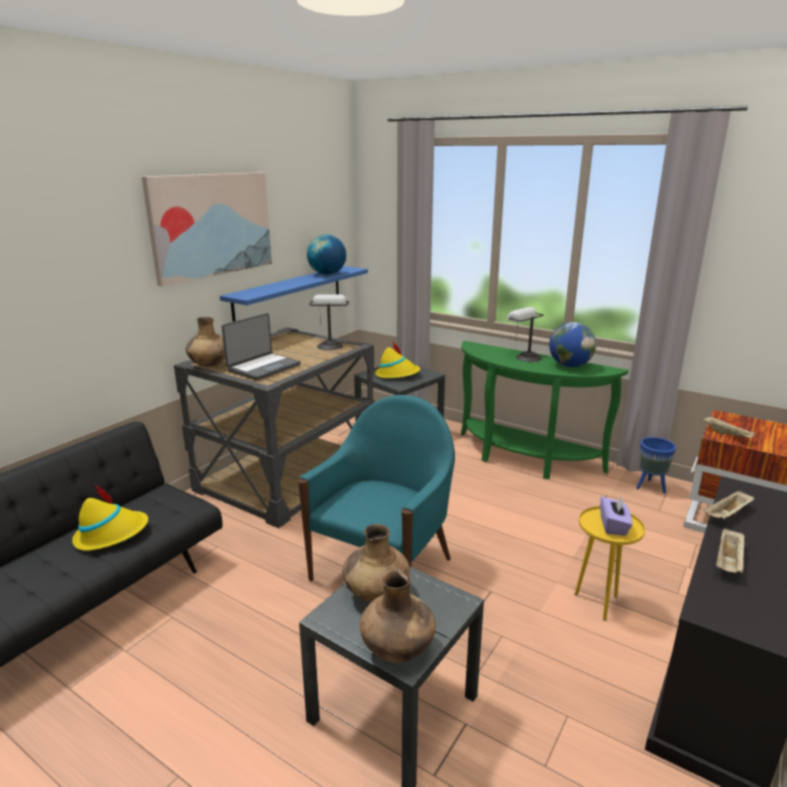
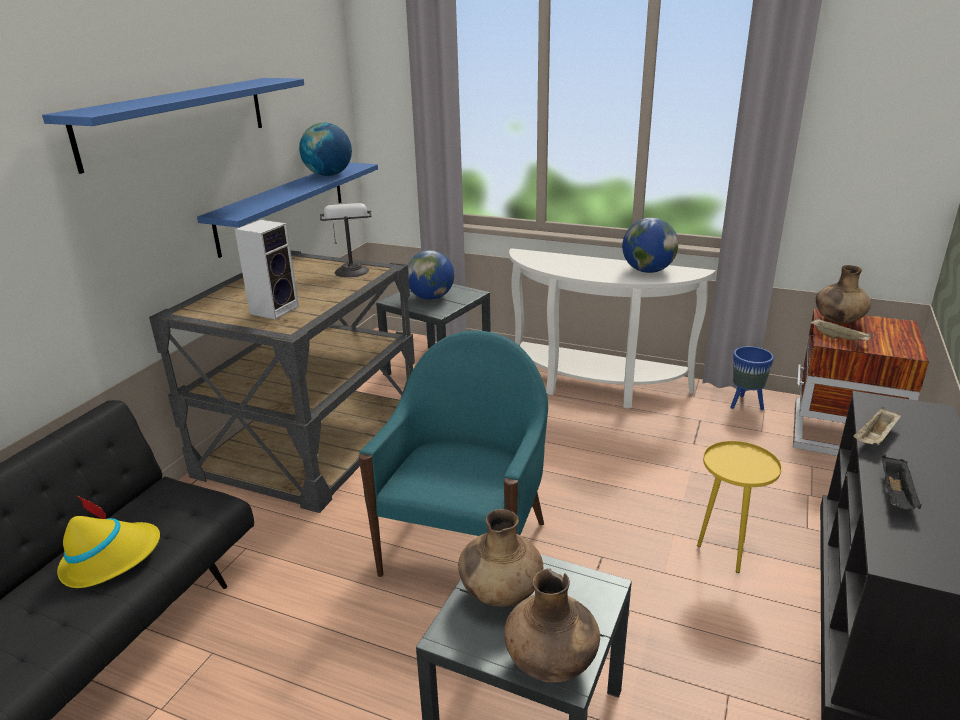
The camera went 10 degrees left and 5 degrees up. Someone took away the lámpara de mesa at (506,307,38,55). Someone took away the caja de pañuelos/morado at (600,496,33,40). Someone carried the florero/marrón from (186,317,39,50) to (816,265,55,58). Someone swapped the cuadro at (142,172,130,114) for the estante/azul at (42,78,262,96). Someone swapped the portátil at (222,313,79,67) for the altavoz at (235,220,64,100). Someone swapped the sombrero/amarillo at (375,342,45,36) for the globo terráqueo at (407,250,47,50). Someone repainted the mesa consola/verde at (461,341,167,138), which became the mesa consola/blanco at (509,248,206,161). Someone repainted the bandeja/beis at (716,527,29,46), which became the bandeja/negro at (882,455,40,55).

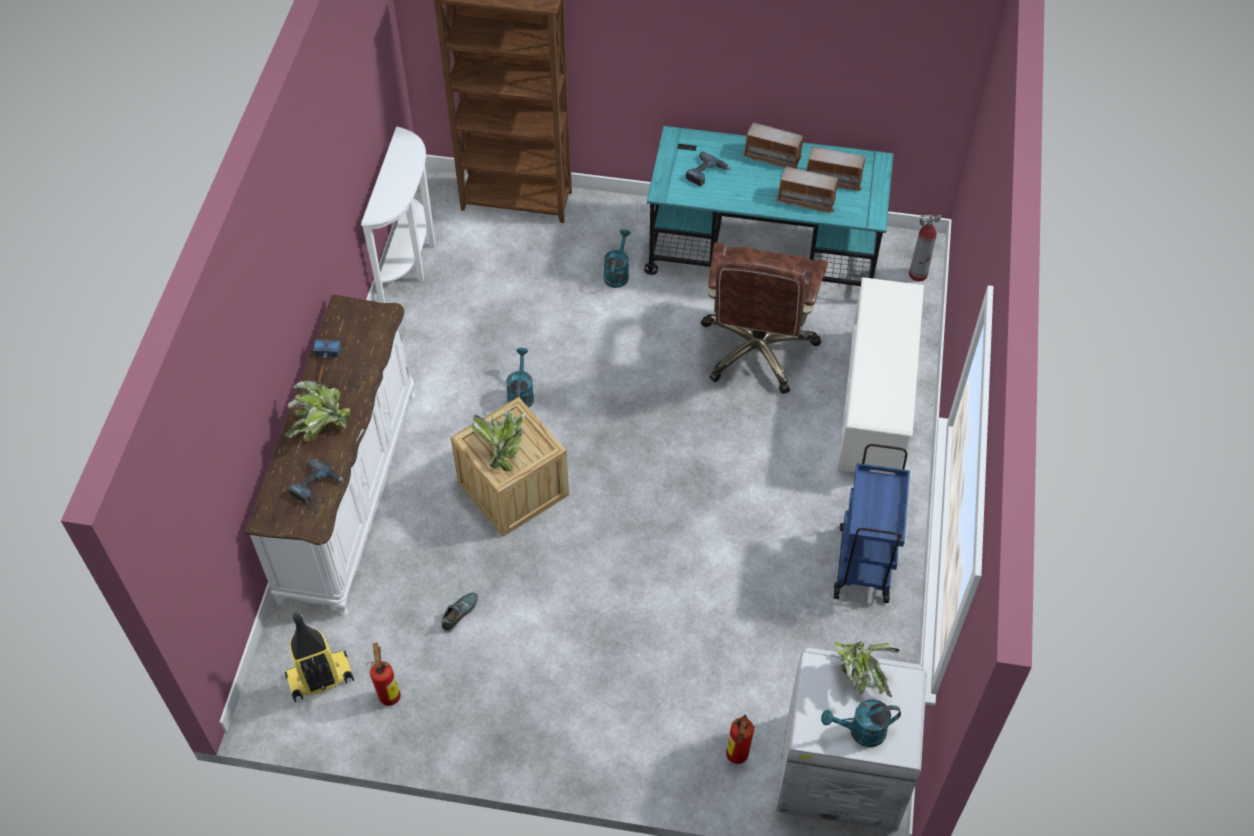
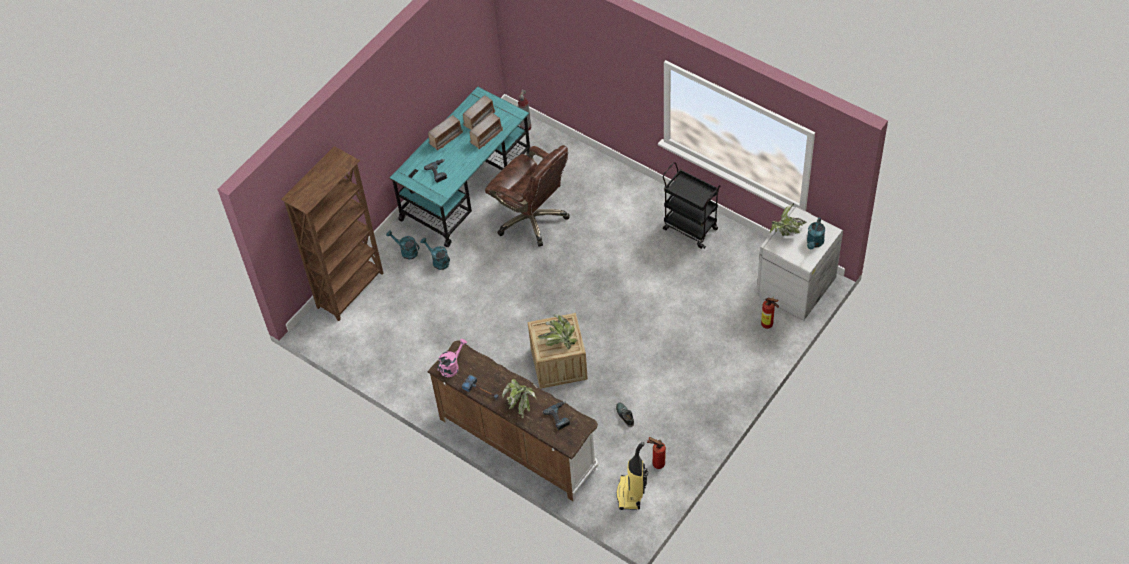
The camera went 60 degrees left and 0 degrees up. Someone took away the mesa consola/blanco at (361,126,75,177). Someone took away the zapatero/blanco at (837,277,87,198). Someone put down the regadera/rosa at (437,339,30,38). Someone carried the regadera/turquesa from (506,348,28,60) to (386,230,33,29). Someone repainted the carrito/azul at (833,444,77,159), which became the carrito/negro at (663,162,58,87).

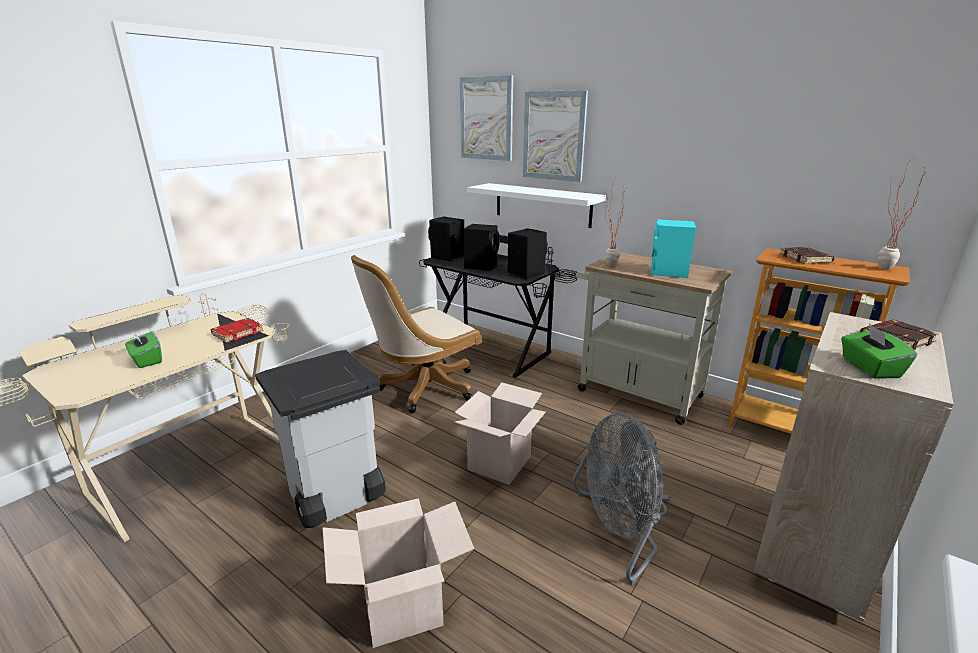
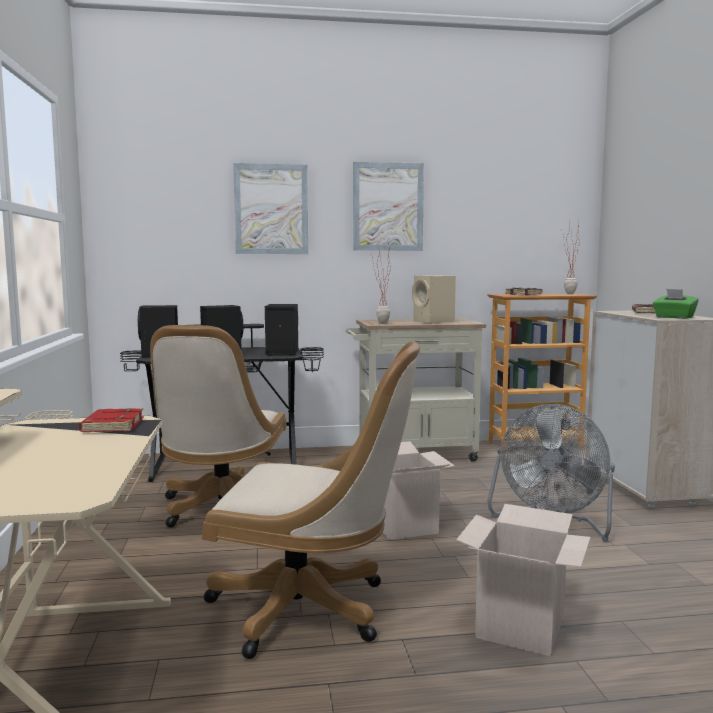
The camera went 45 degrees left and 15 degrees down. Someone took away the caja de pañuelos/verde at (125,330,37,38). Someone took away the estante/blanco at (467,183,139,45). Someone carried the cuadro from (460,75,53,86) to (353,162,71,89). Someone swapped the papelera/gris at (255,350,131,178) for the silla de oficina at (202,341,218,318). Someone repainted the altavoz/turquesa at (651,219,45,59), which became the altavoz/beis at (412,275,44,49).

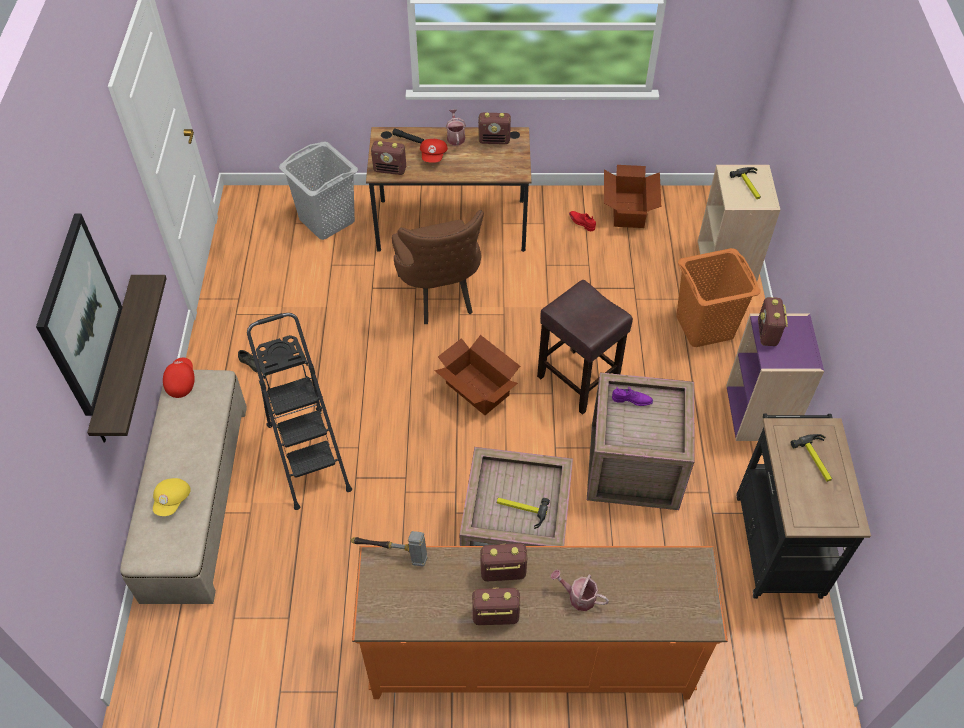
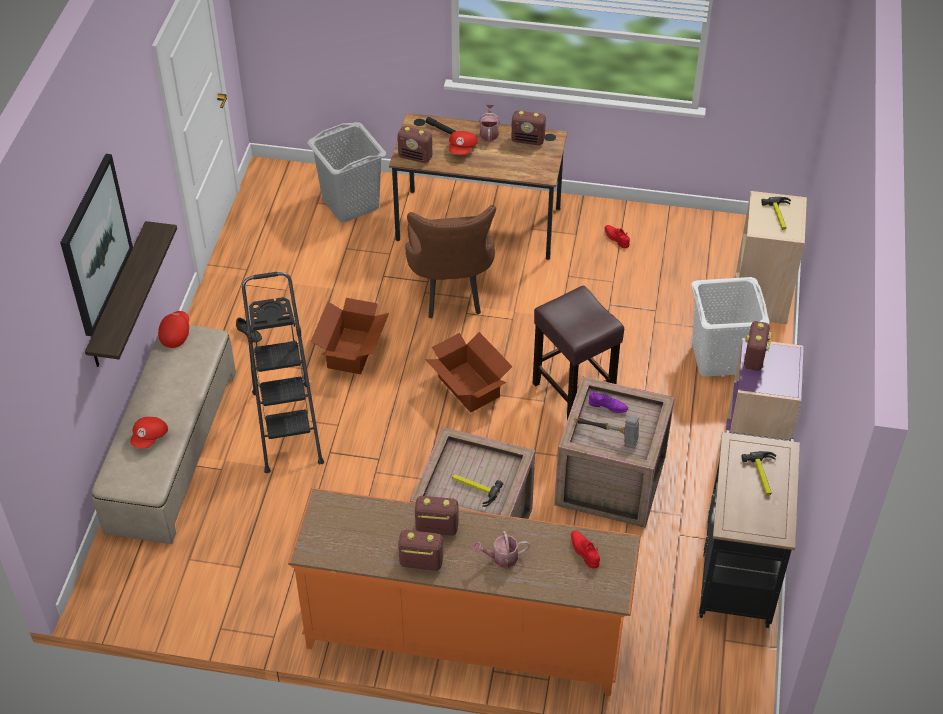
The camera went 10 degrees right and 5 degrees down. Someone put down the zapato/rojo at (571,531,29,37). Someone carried the martillo from (351,531,77,35) to (574,415,65,33). Someone carried the caja de cartón from (604,165,57,63) to (311,298,78,76). Someone repainted the gorra/amarillo at (153,478,38,38), which became the gorra/rojo at (130,417,38,32). Someone repainted the cesto de la ropa/naranja at (676,248,85,99), which became the cesto de la ropa/blanco at (691,277,79,100). Someone rotated the regadera at (551,569,58,42) by 45 degrees counterclockwise.

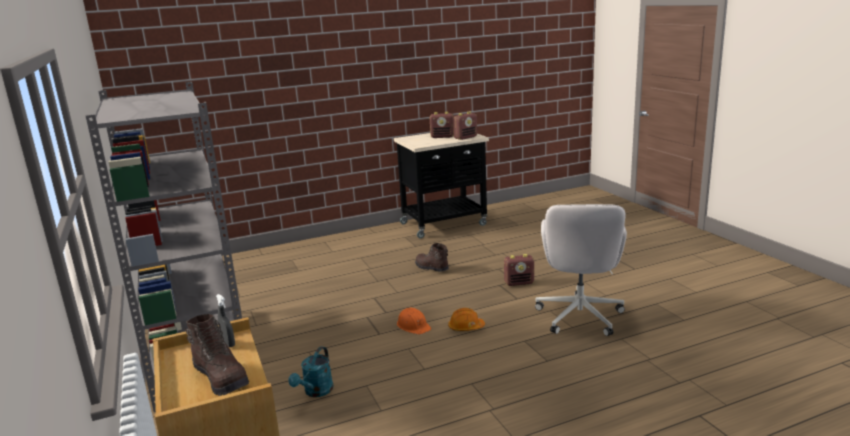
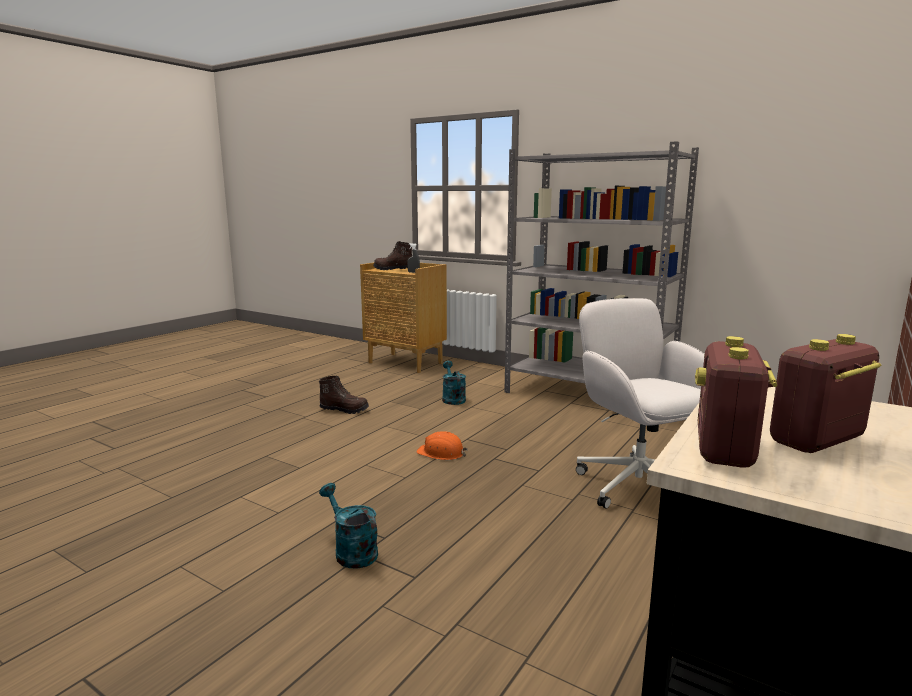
The camera went 145 degrees right and 5 degrees down. Someone took away the casco/naranja at (448,308,37,23). Someone carried the bota/marrón from (415,243,34,29) to (319,375,50,39). Someone carried the silla de oficina/blanco from (535,204,92,132) to (576,298,128,211). Someone swapped the radio at (504,254,30,32) for the regadera/turquesa at (319,483,59,86).

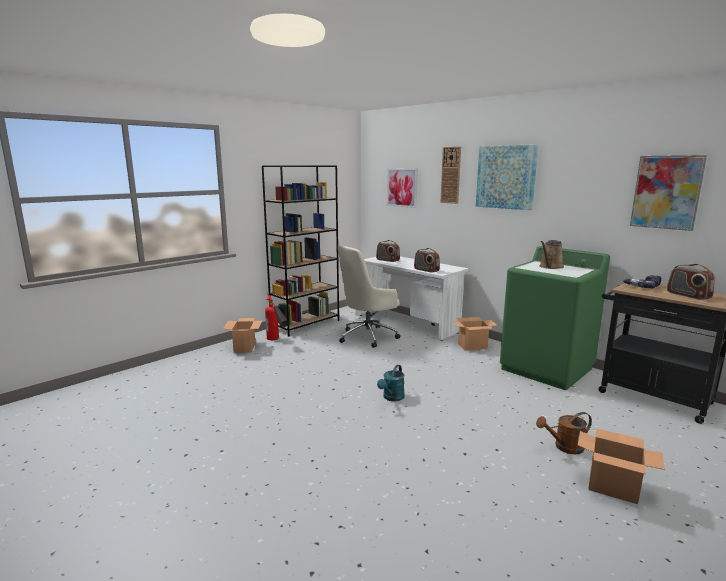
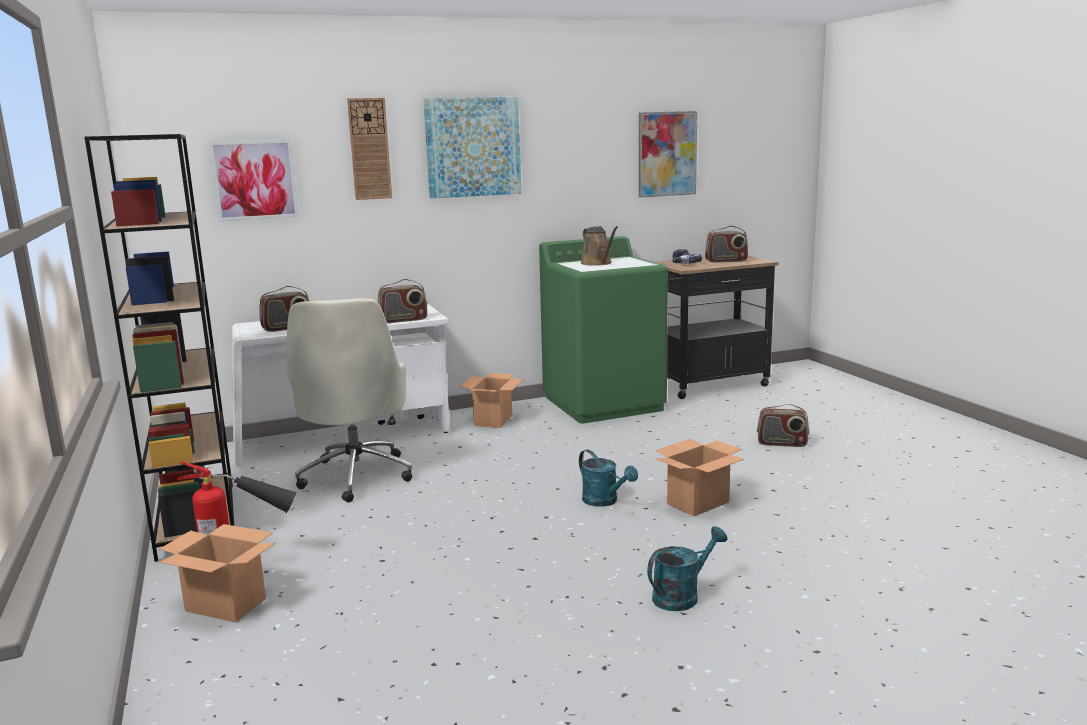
The camera went 65 degrees left and 0 degrees up. Someone put down the regadera/turquesa at (647,526,80,85). Someone carried the caja de cartón from (578,429,87,75) to (655,438,89,78). Someone swapped the regadera/marrón at (536,412,56,43) for the radio at (757,404,52,43).

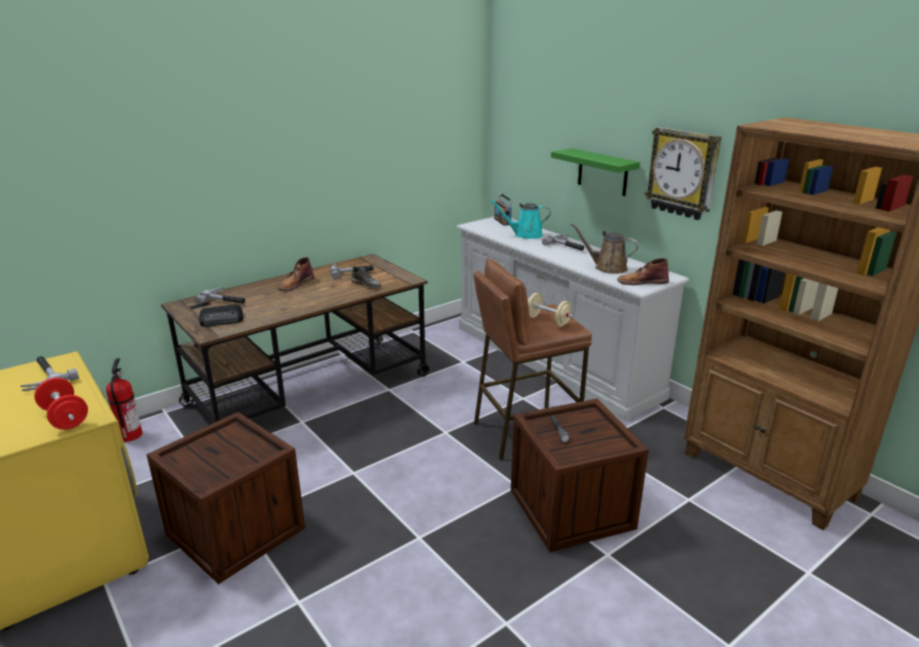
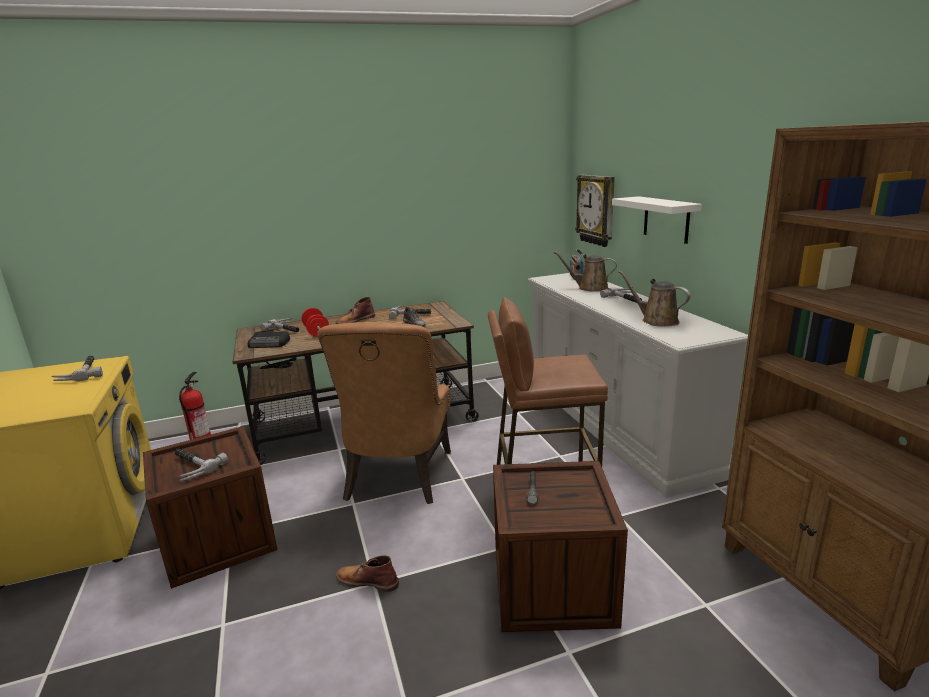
The camera went 20 degrees right and 5 degrees down. Someone took away the mancuerna/beis at (528,293,45,34). Someone put down the martillo at (175,449,53,32). Someone put down the silla/marrón at (317,322,134,182). Someone carried the mancuerna/rojo from (34,378,54,52) to (302,308,27,29). Someone carried the bota/marrón from (617,258,52,27) to (336,555,63,37). Someone carried the reloj de pared from (645,127,76,93) to (575,175,40,72). Someone repainted the regadera/turquesa at (490,200,61,39), which became the regadera/marrón at (553,251,64,41). Someone repainted the estante/verde at (551,148,89,48), which became the estante/blanco at (612,196,90,48).

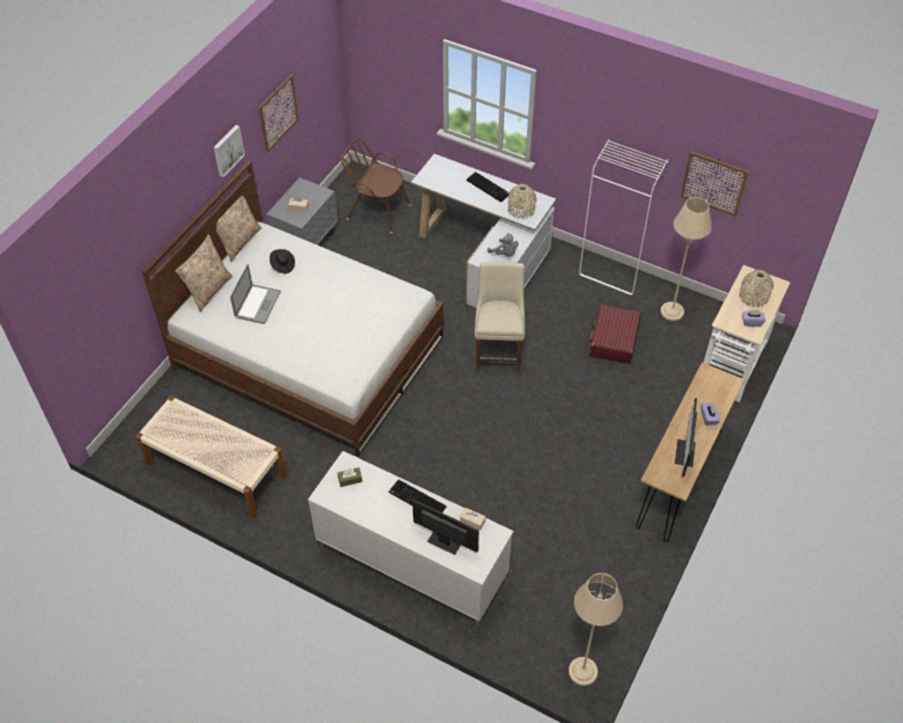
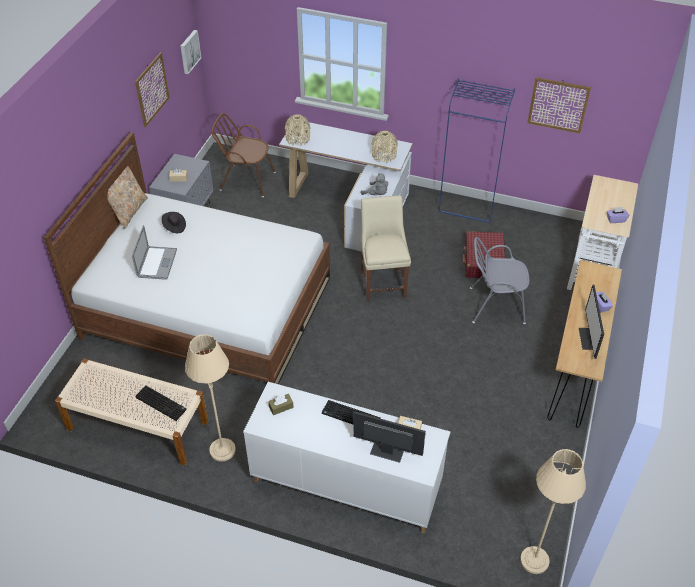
The camera went 10 degrees left and 5 degrees down. Someone took away the cojín/beis at (175,235,57,77). Someone put down the silla/gris at (470,237,59,87). Someone carried the cuadro from (213,125,32,52) to (180,30,22,44). Someone carried the teclado from (466,172,43,30) to (135,385,52,36). Someone carried the lámpara de pie/beis from (661,197,51,124) to (185,334,51,128). Someone carried the florero/beis from (739,270,35,37) to (285,115,25,31). Someone repainted the perchero/blanco at (579,139,89,156), which became the perchero/azul at (439,78,76,144).

